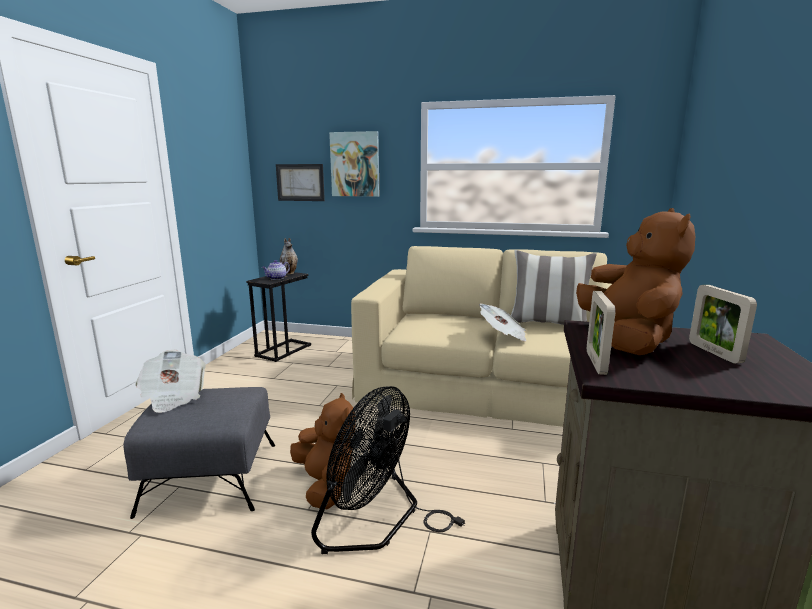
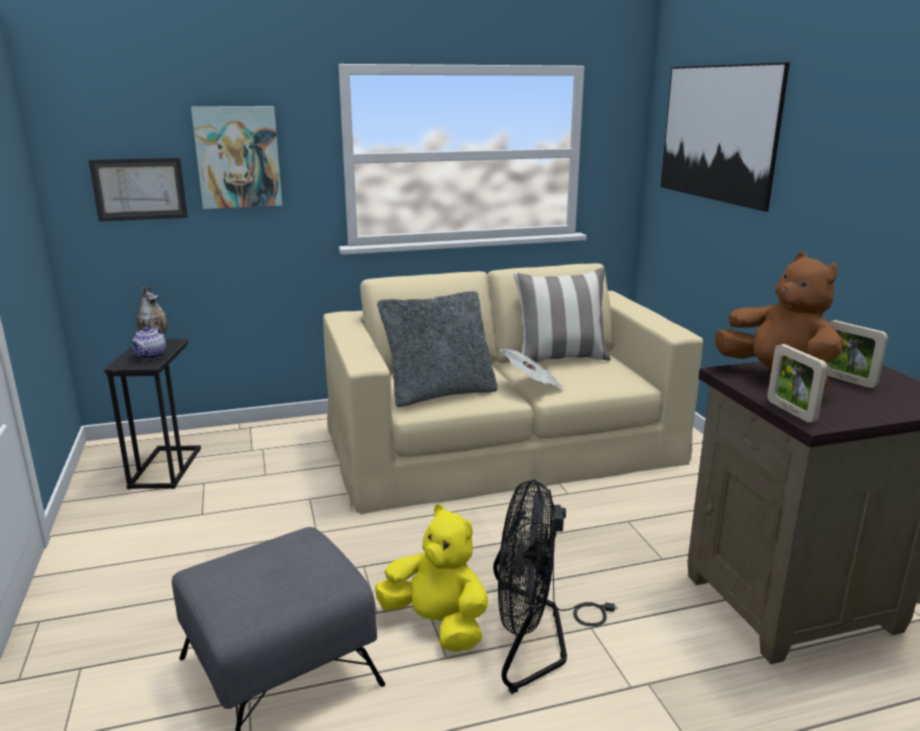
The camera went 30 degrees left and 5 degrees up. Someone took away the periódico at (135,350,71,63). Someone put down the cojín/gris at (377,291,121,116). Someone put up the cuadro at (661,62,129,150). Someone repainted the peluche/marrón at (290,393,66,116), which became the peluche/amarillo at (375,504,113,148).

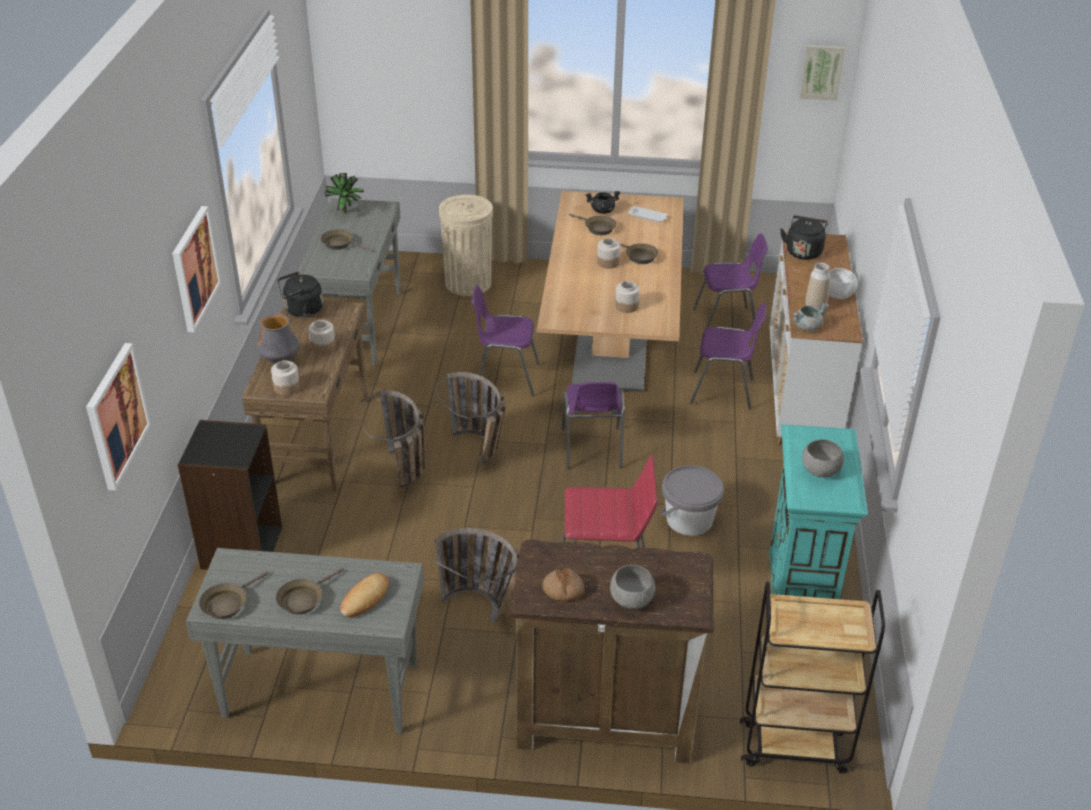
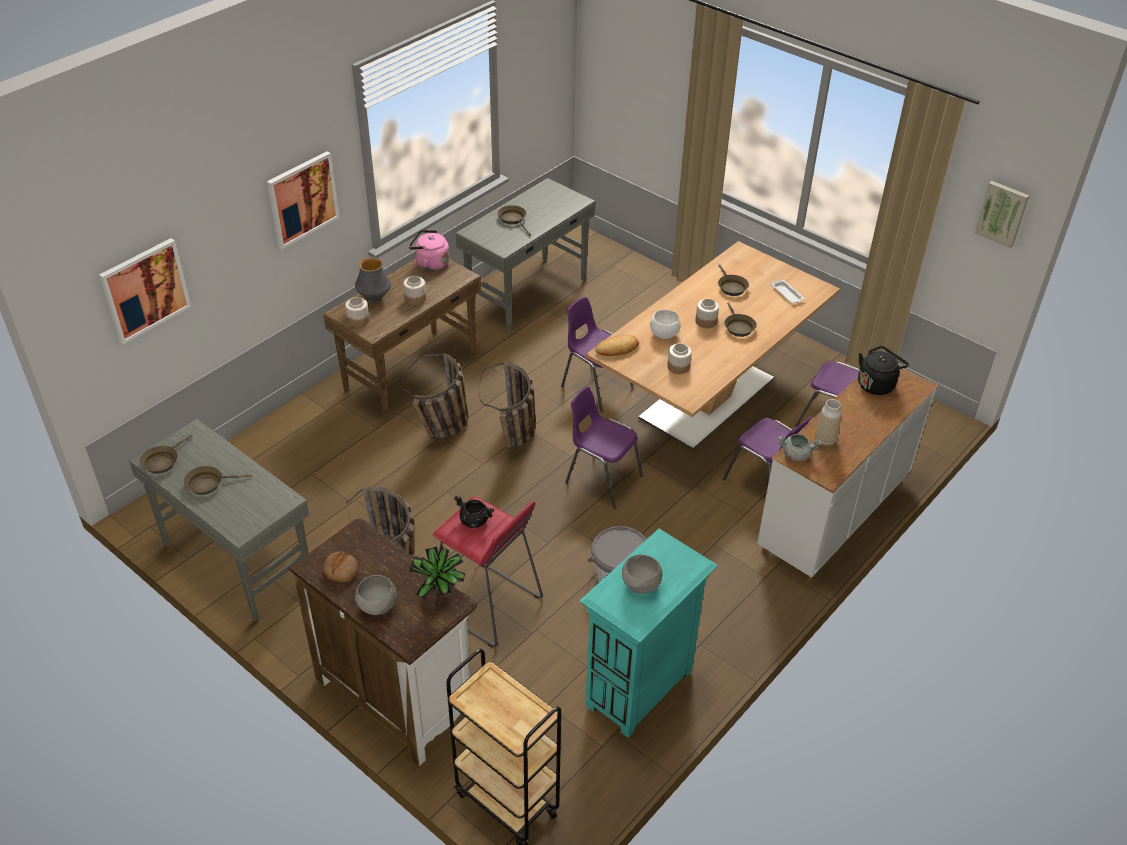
The camera went 35 degrees right and 5 degrees up. Someone took away the estantería/negro at (178,420,104,150). Someone took away the papelera/beis at (439,194,54,102). Someone carried the planta en maceta from (324,173,40,40) to (409,546,57,54). Someone carried the pan from (340,573,49,44) to (595,335,44,21). Someone carried the olla/negro from (585,191,36,23) to (454,496,40,32). Someone carried the cuenco/blanco from (829,268,28,31) to (650,310,31,29). Someone repainted the hervidor/negro at (278,272,45,45), which became the hervidor/rosa at (409,230,40,41). Someone rotated the sartén/marrón at (199,571,70,48) by 45 degrees counterclockwise. Someone rotated the silla/morado at (562,382,63,87) by 90 degrees clockwise.

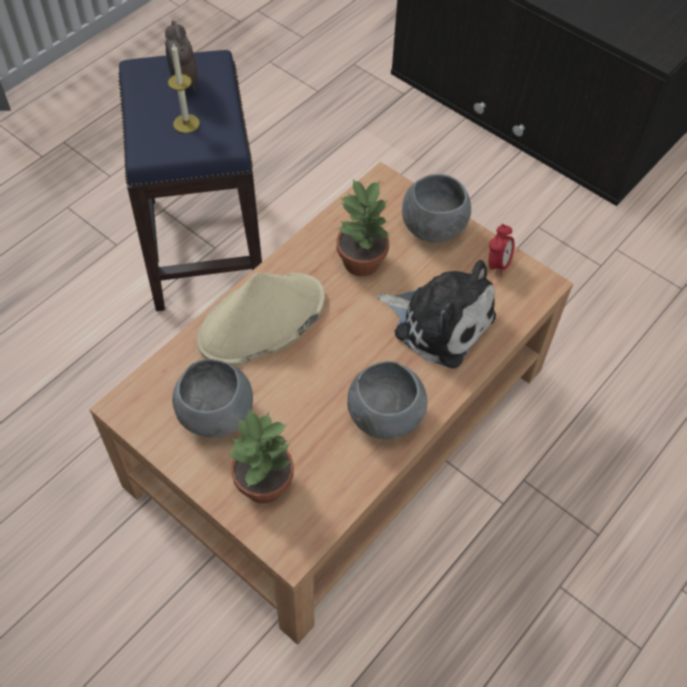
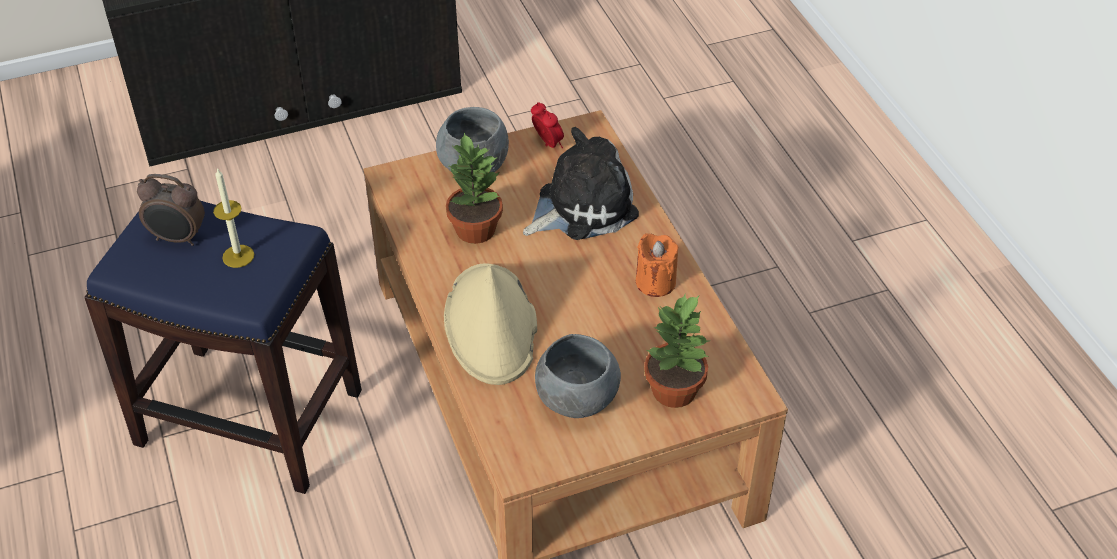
The camera went 60 degrees left and 10 degrees down. Someone swapped the cuenco/gris at (347,361,80,78) for the vela/naranja at (636,233,42,64).

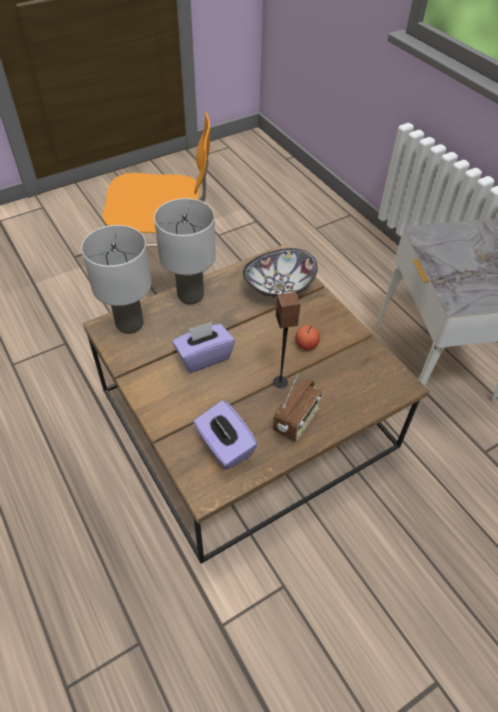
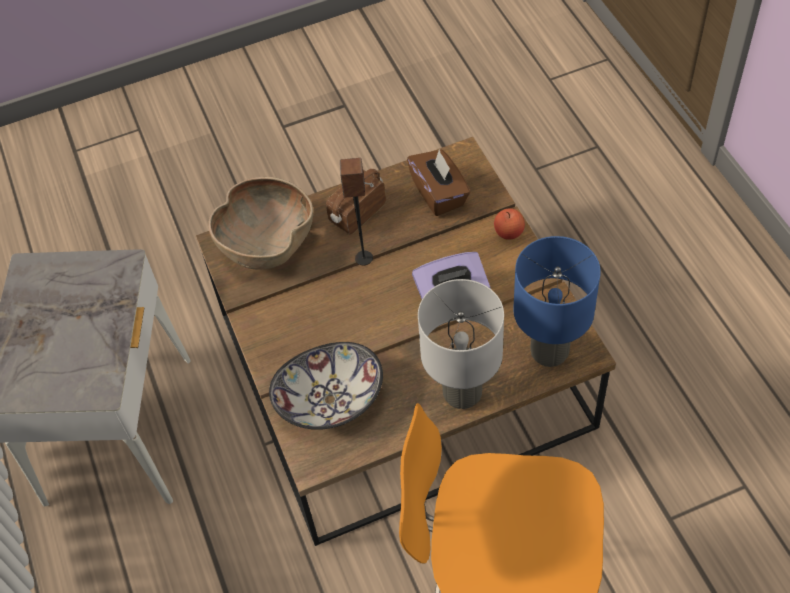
The camera went 165 degrees left and 5 degrees up. Someone put down the cuenco/marrón at (208,177,105,93). Someone carried the manzana from (295,325,25,25) to (494,208,31,32). Someone repainted the lámpara de mesa/blanco at (81,225,71,109), which became the lámpara de mesa/azul at (513,236,88,131). Someone repainted the caja de pañuelos/morado at (194,400,64,70), which became the caja de pañuelos/marrón at (407,149,63,67).

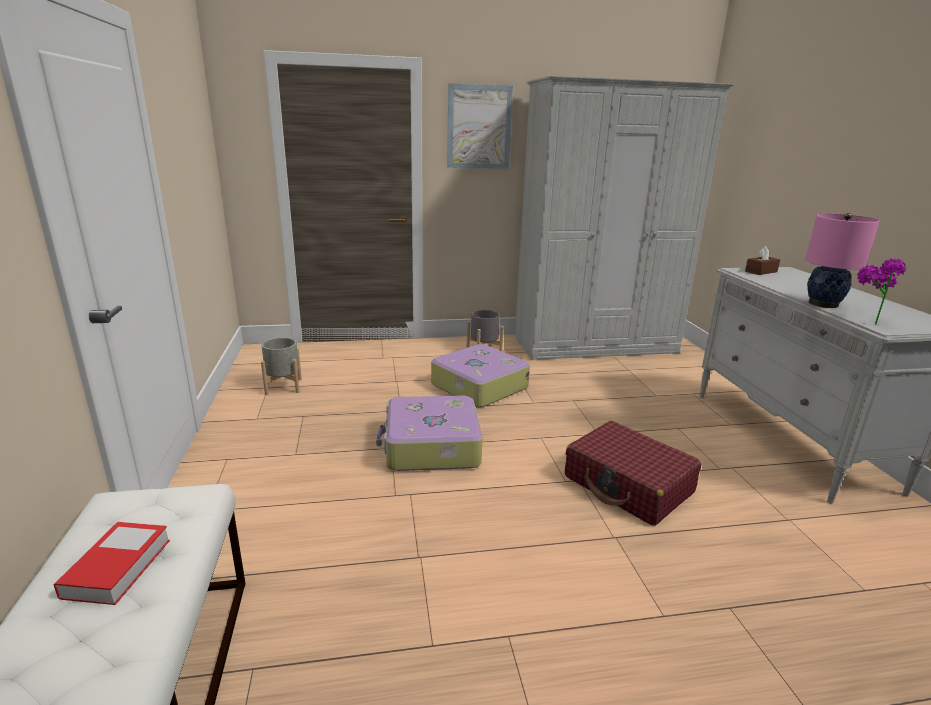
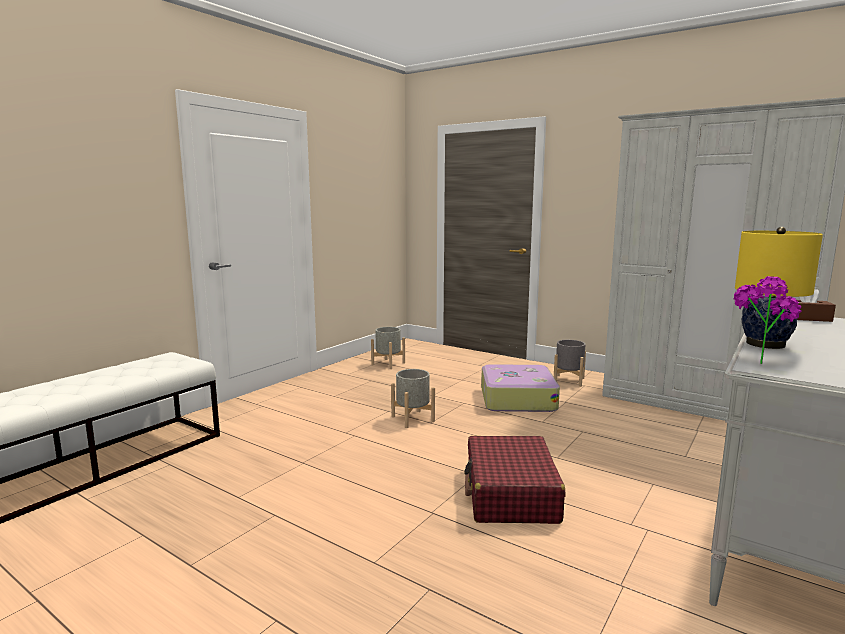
The camera went 45 degrees right and 10 degrees down. Someone took away the libro at (54,522,116,83). Someone took away the cuadro at (447,83,66,86). Someone swapped the maleta at (376,395,107,76) for the maceta/gris at (391,369,44,59). Someone repainted the lámpara de mesa/rosa at (805,213,74,95), which became the lámpara de mesa/amarillo at (735,227,88,122).

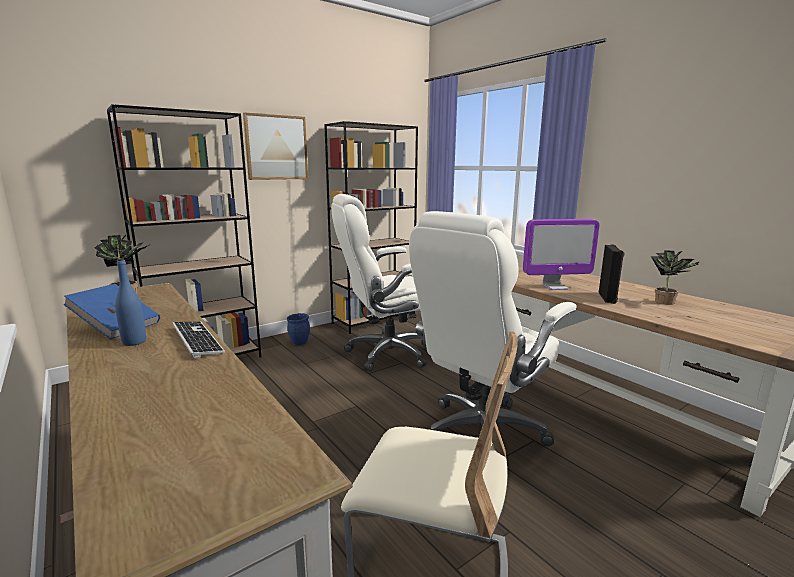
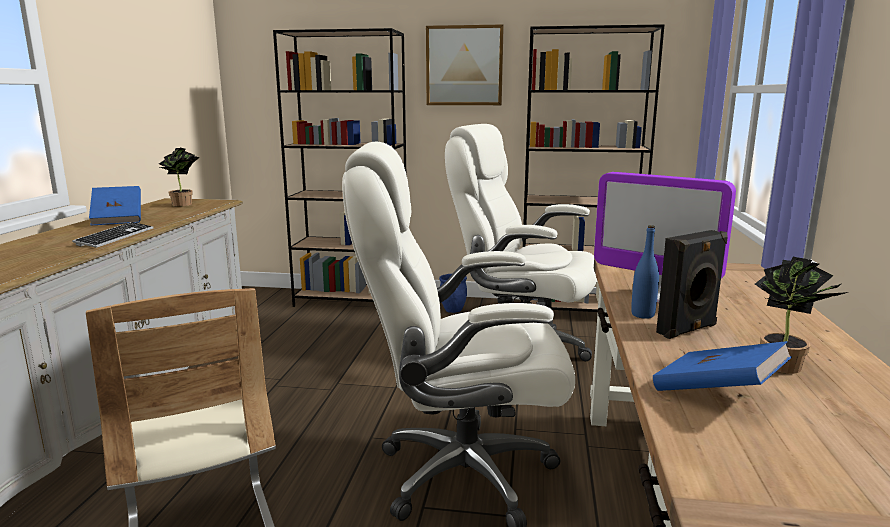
The camera went 45 degrees right and 0 degrees up. Someone put down the libro/azul at (653,341,139,50). Someone carried the botella/azul from (115,258,31,88) to (631,225,28,94).

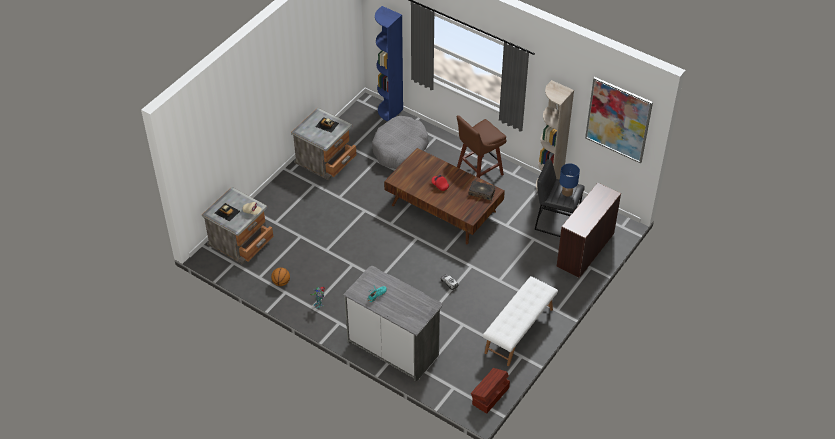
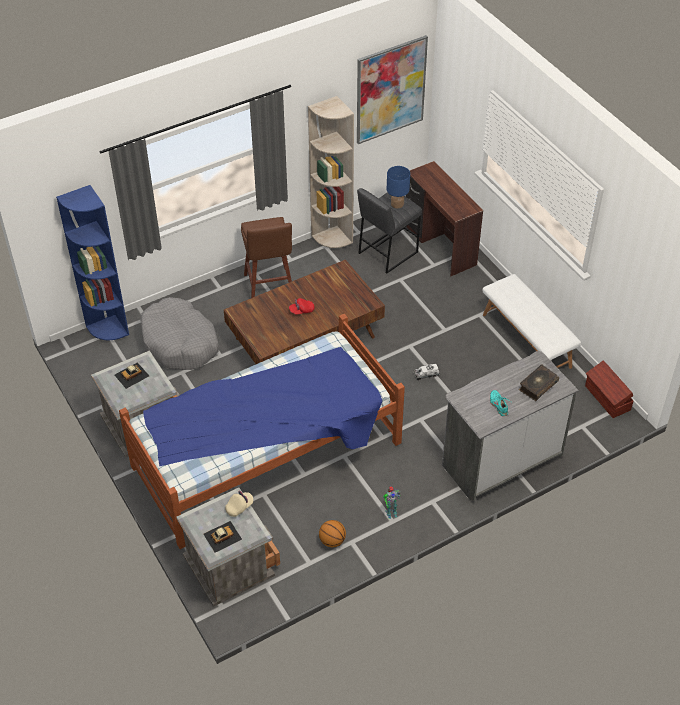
The camera went 65 degrees left and 0 degrees up. Someone put down the cama at (119,314,286,235). Someone carried the libro from (469,181,26,20) to (519,364,40,37).

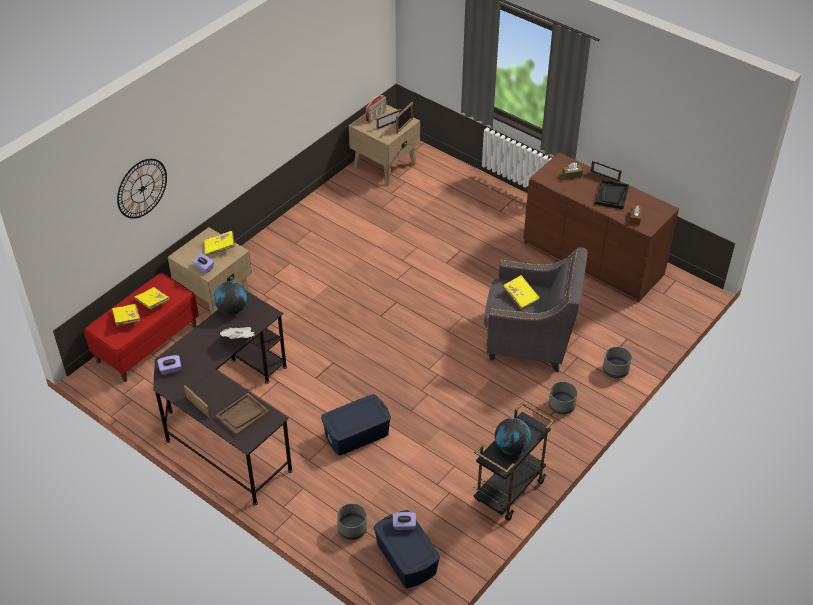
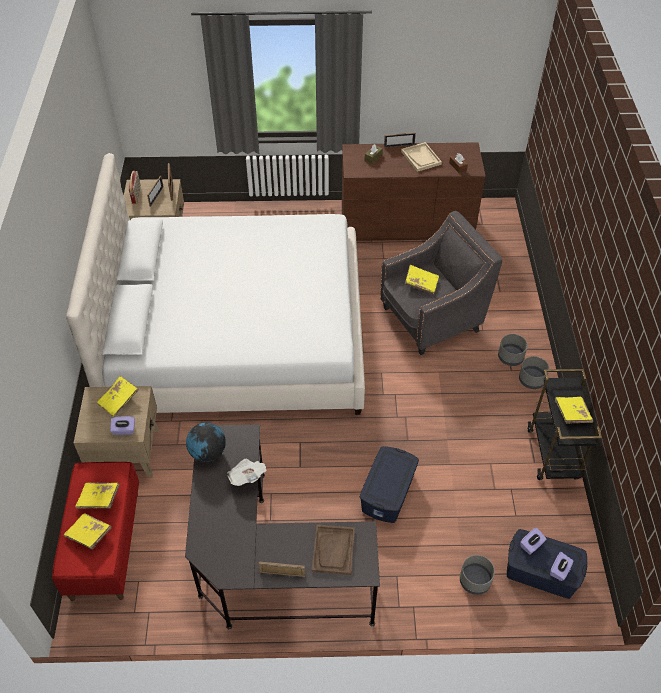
The camera went 40 degrees left and 5 degrees up. Someone took away the reloj de pared at (117,159,50,60). Someone put down the cama/blanco at (66,153,299,262). Someone carried the caja de pañuelos/morado from (157,355,24,20) to (550,552,23,29). Someone carried the maceta/gris from (603,347,29,31) to (519,356,30,33). Someone swapped the globo terráqueo at (495,418,36,37) for the libro/amarillo at (555,397,38,27). Someone repainted the bandeja/negro at (595,179,34,30), which became the bandeja/beis at (401,142,41,30).

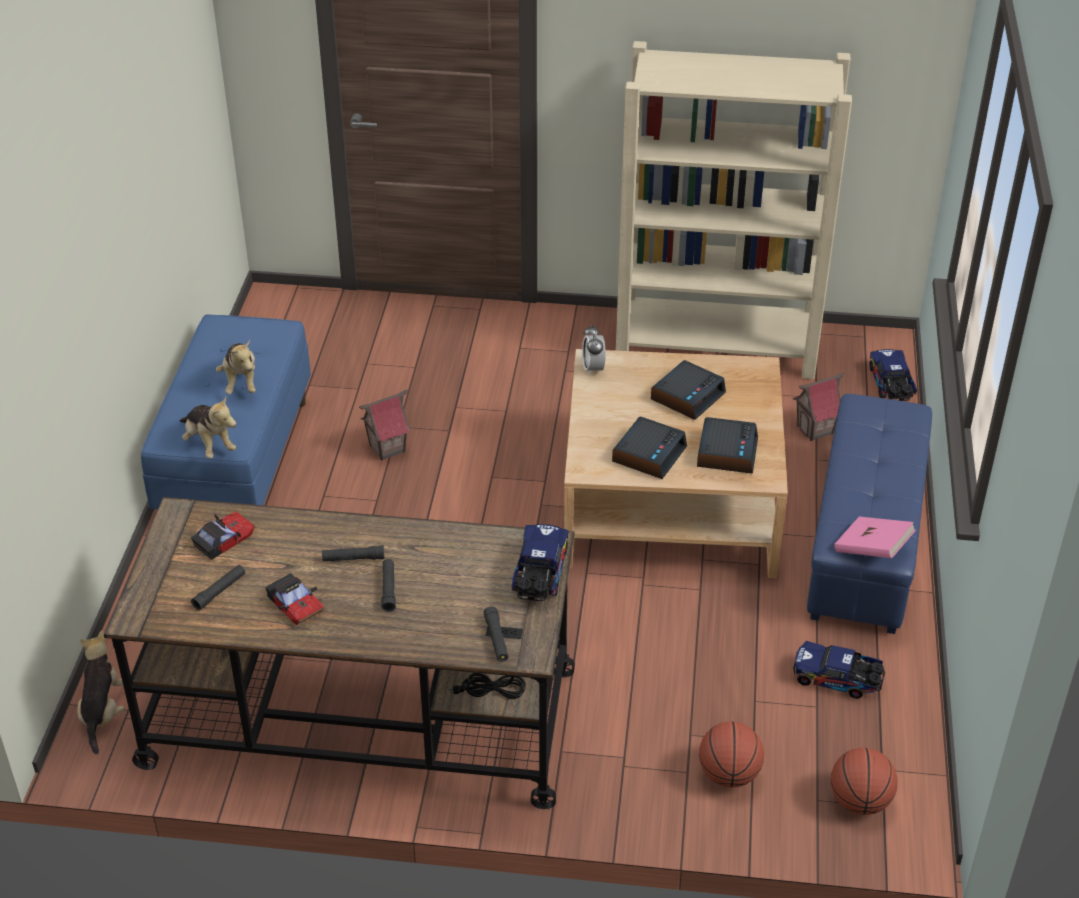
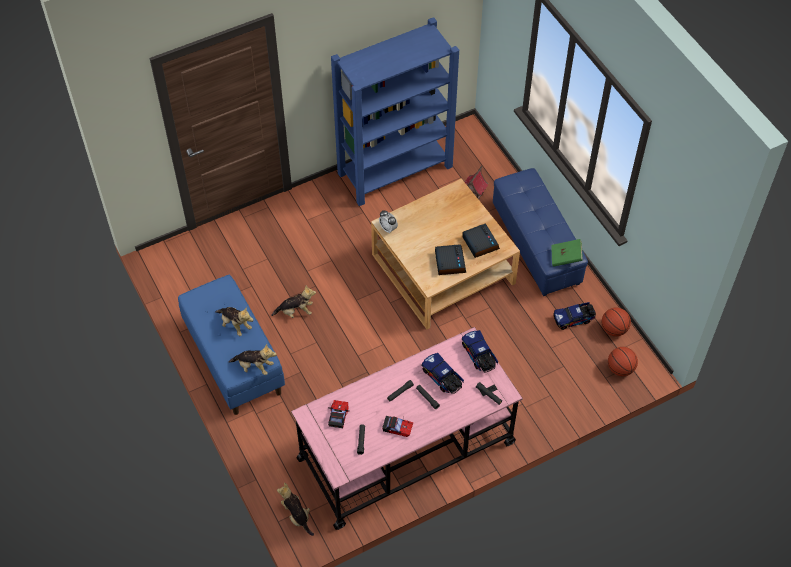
The camera went 35 degrees left and 15 degrees up. Someone took away the despertador at (651,360,75,60). Someone carried the balón de baloncesto from (699,722,65,65) to (602,307,29,29). Someone carried the camión de juguete from (869,349,48,52) to (422,353,42,41). Someone swapped the casita at (359,389,52,72) for the peluche at (271,286,45,32). Someone repainted the escritorio/marrón at (104,497,471,312), which became the escritorio/rosa at (291,327,232,203). Someone repainted the estantería/beis at (616,41,236,338), which became the estantería/azul at (331,17,128,189). Someone repainted the libro/rosa at (834,517,82,41), which became the libro/verde at (551,239,32,28).

